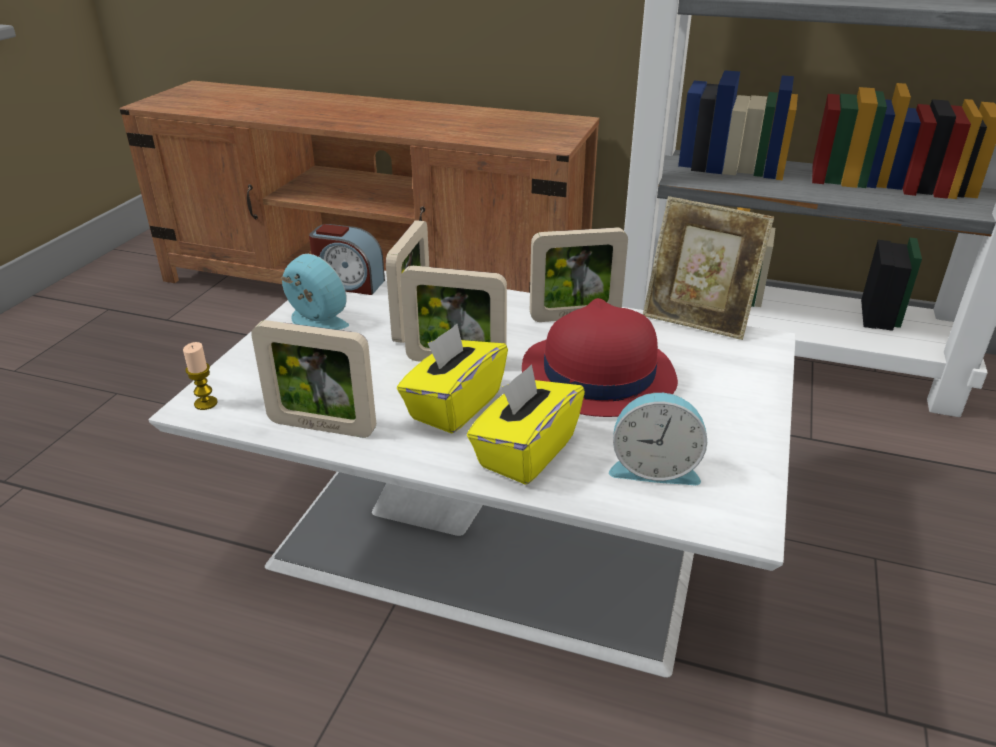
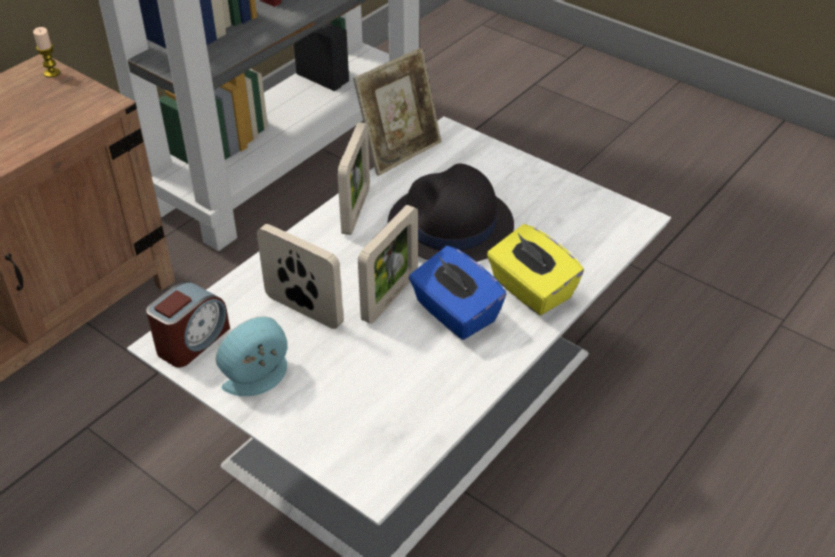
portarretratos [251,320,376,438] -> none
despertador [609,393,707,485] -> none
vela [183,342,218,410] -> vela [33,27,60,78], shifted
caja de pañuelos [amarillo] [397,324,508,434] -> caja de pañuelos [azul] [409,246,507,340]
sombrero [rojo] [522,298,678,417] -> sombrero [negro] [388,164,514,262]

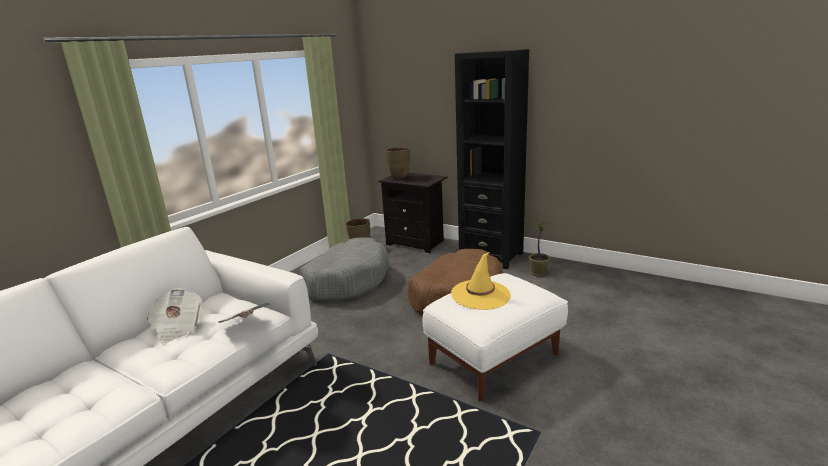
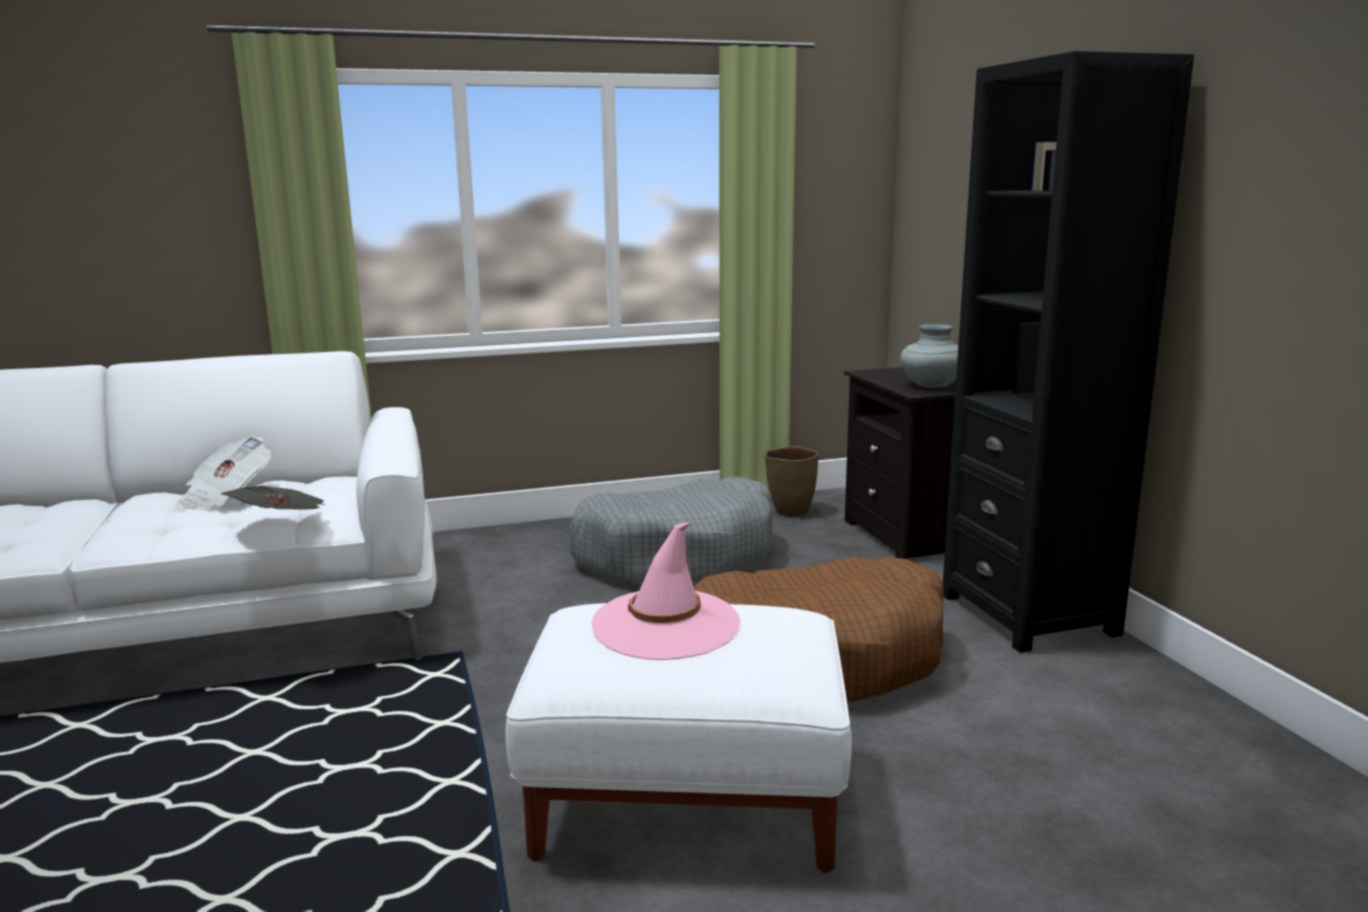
florero [marrón] [385,147,410,179] -> none
planta en maceta [524,216,560,277] -> none
none -> florero [gris] [900,324,958,388]
sombrero [amarillo] [451,252,511,310] -> sombrero [rosa] [591,522,740,660]

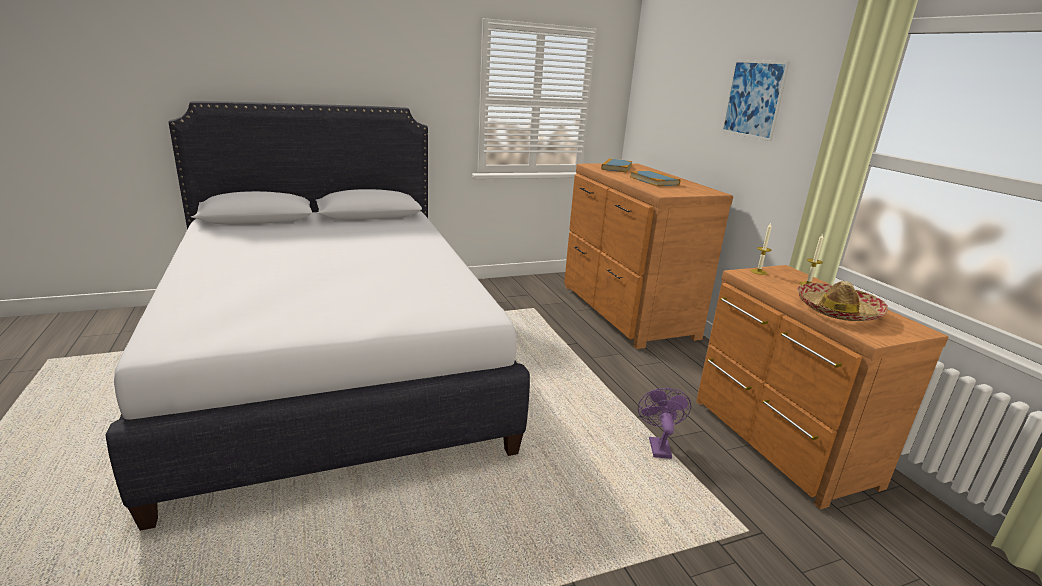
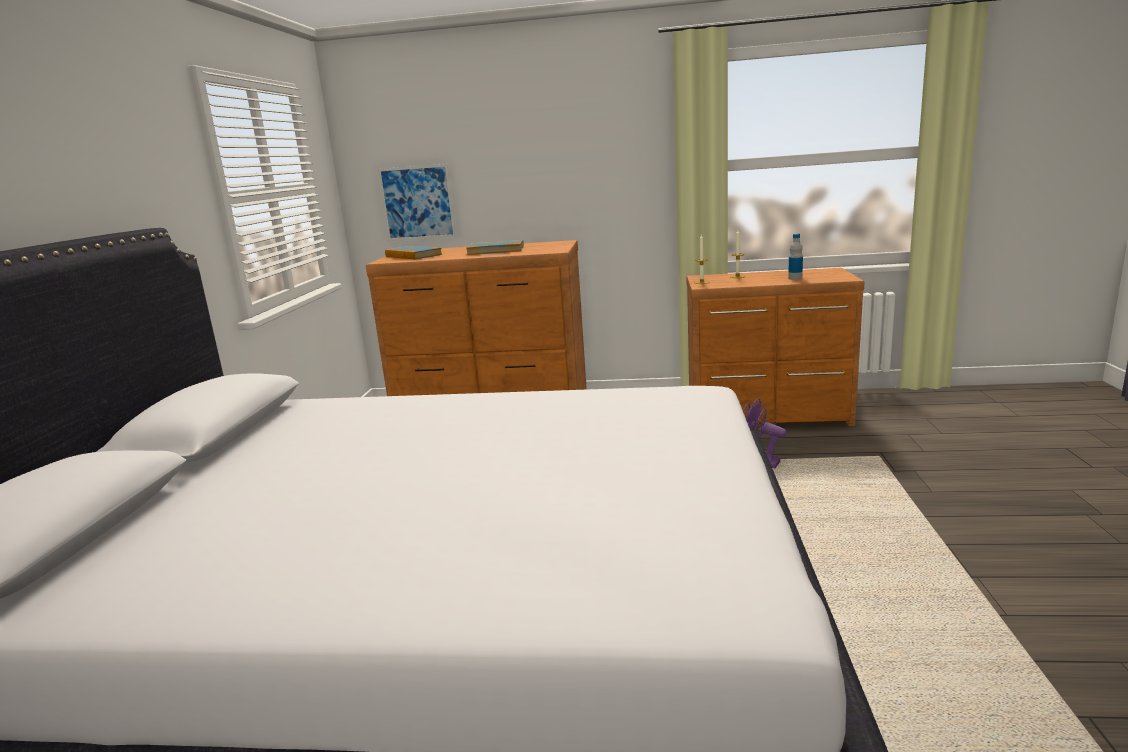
cuadro [721,60,790,141] -> cuadro [378,164,456,241], shifted
sombrero [797,281,888,321] -> botella [788,234,803,280]

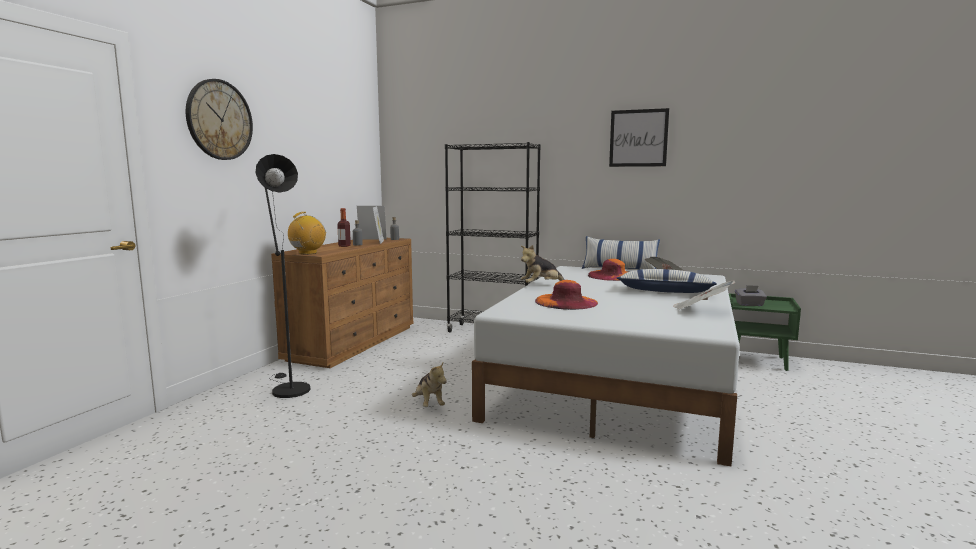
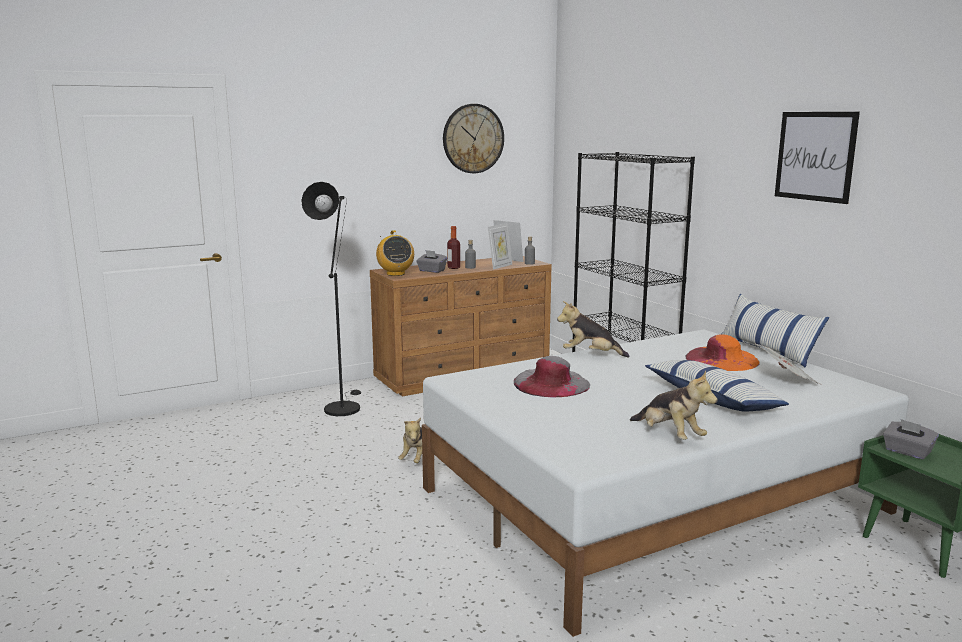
none -> caja de pañuelos [gris] [416,250,447,273]
reloj de pared [186,79,253,160] -> reloj de pared [443,104,504,173], shifted
periódico [673,281,735,309] -> peluche [630,370,717,440]
sombrero [naranja] [535,280,598,310] -> sombrero [gris] [514,356,590,397]
radio [288,212,326,254] -> radio [376,230,414,276], 90 degrees clockwise

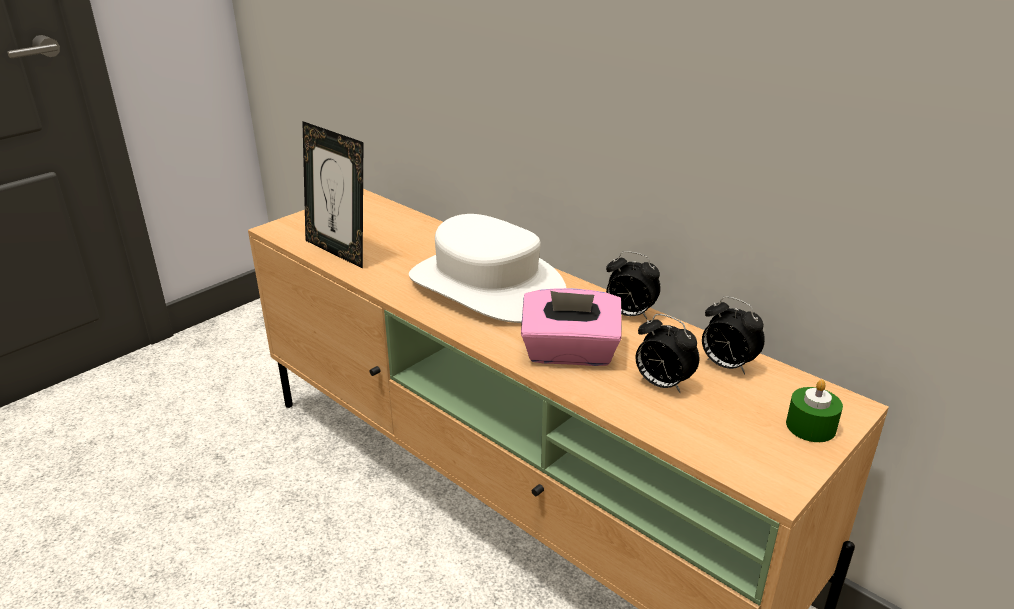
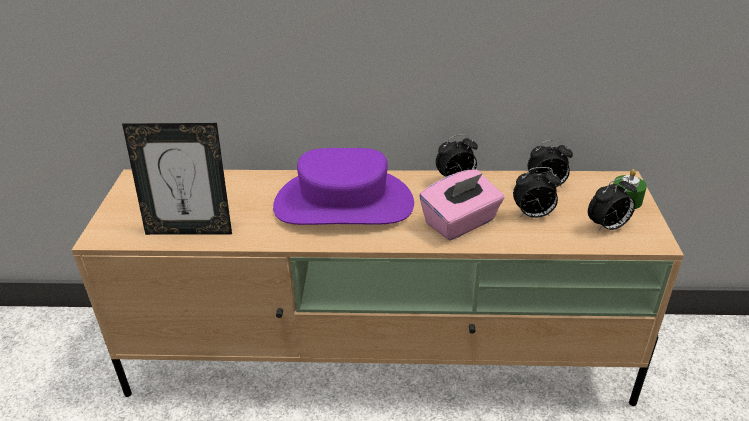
none -> despertador [588,177,637,232]
sombrero [blanco] [409,214,566,323] -> sombrero [morado] [273,148,414,225]

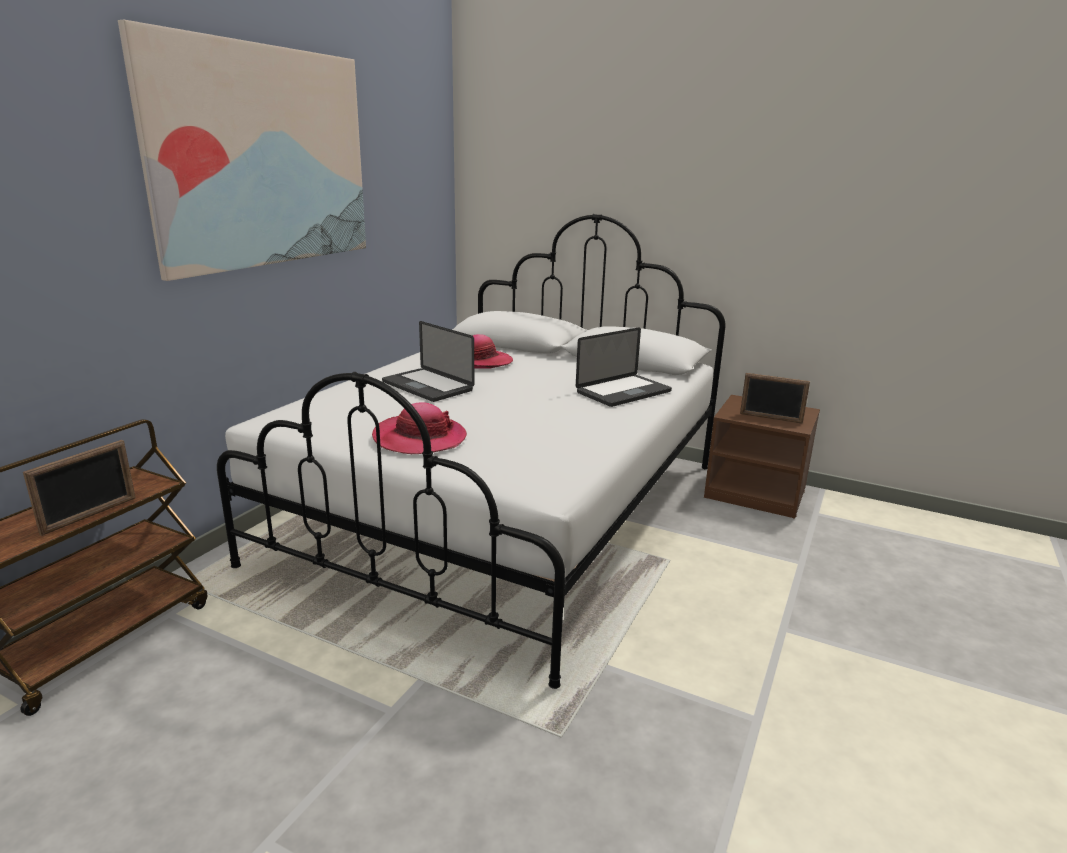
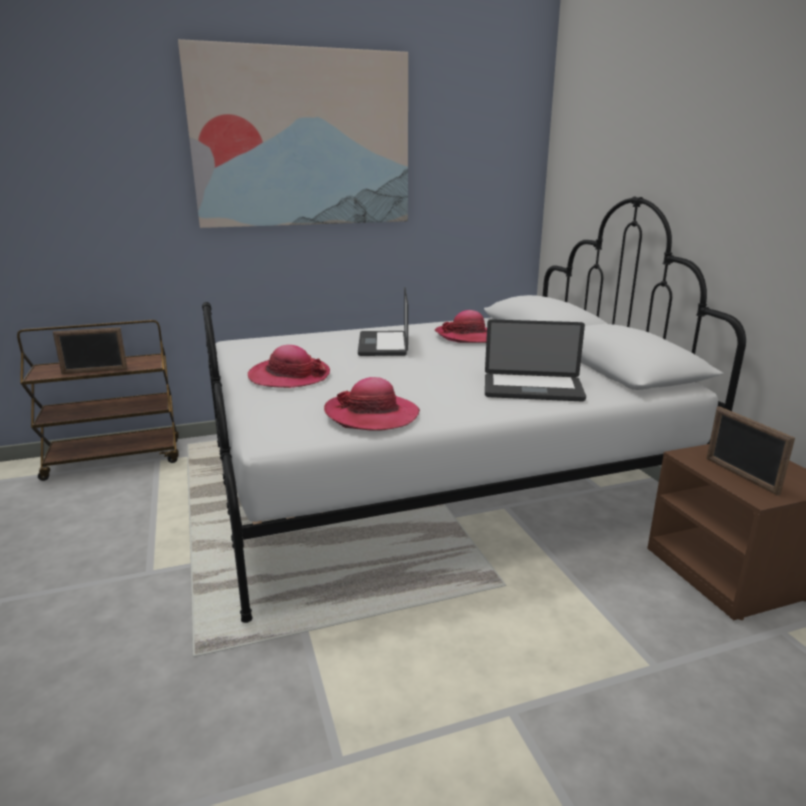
none -> sombrero [324,377,420,431]

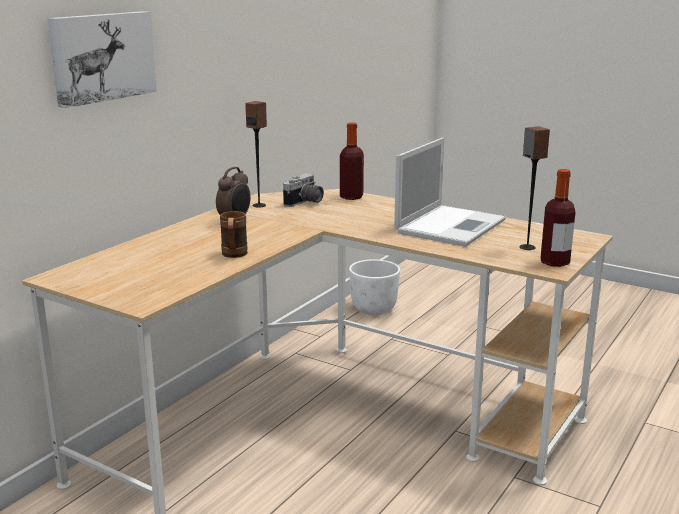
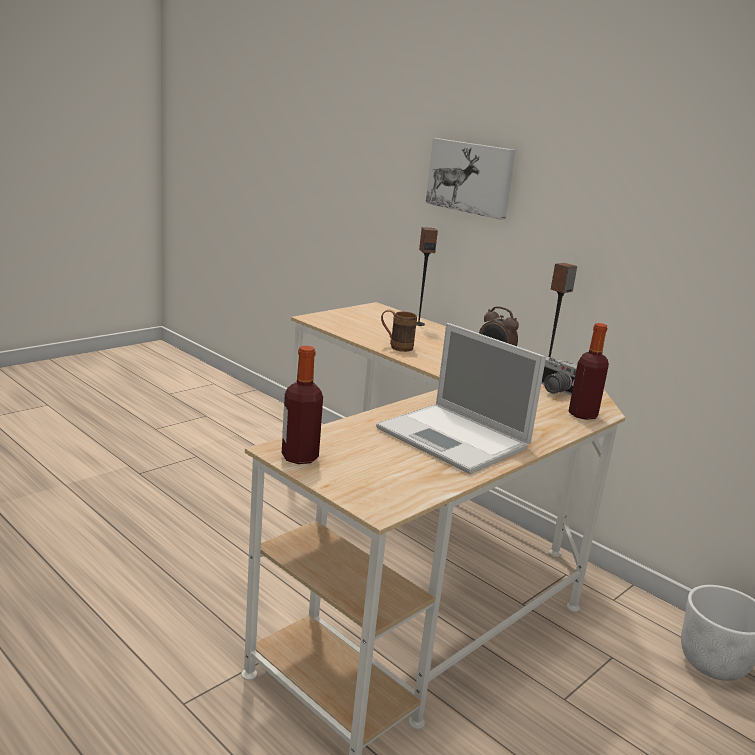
altavoz [520,126,550,250] -> altavoz [416,227,438,326], shifted

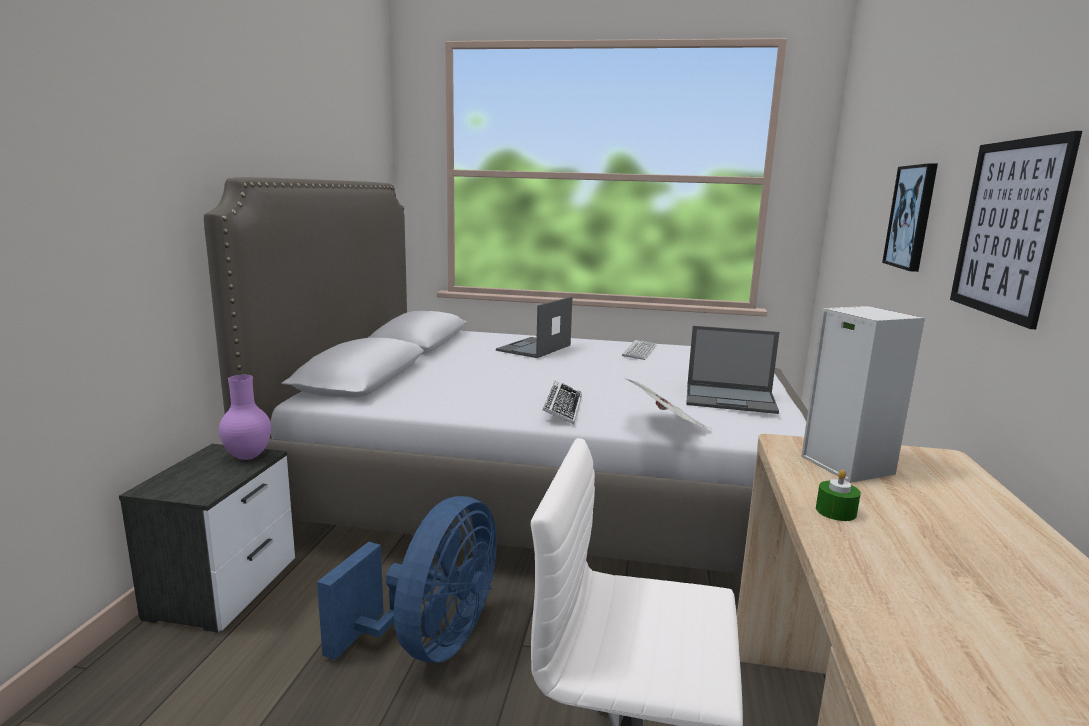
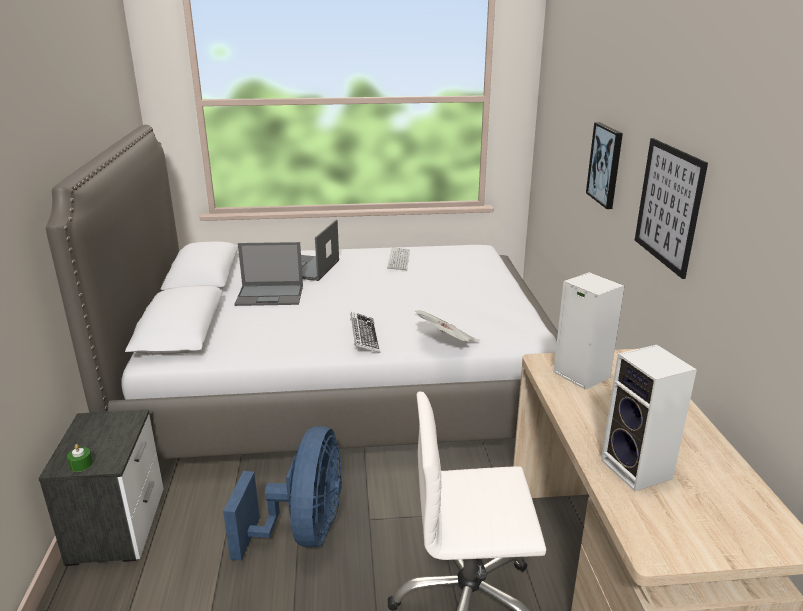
florero [morado] [219,375,271,460] -> none
none -> altavoz [601,345,697,491]
portátil [686,326,779,414] -> portátil [235,242,303,306], shifted
vela [verde] [816,470,861,521] -> vela [verde] [67,444,93,472], shifted

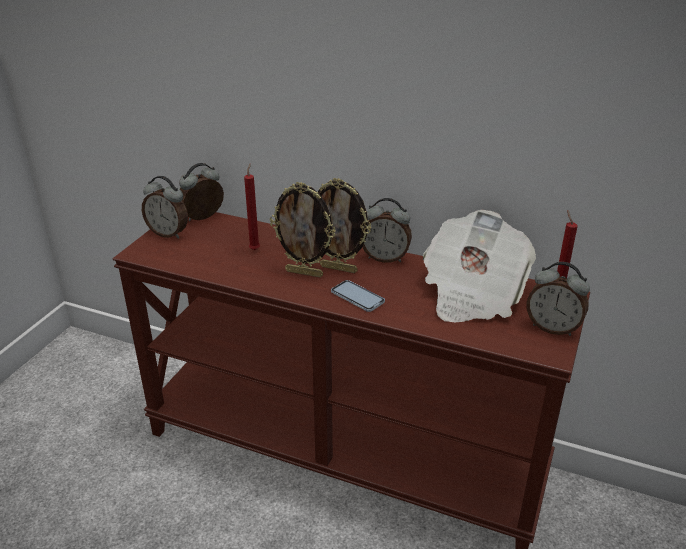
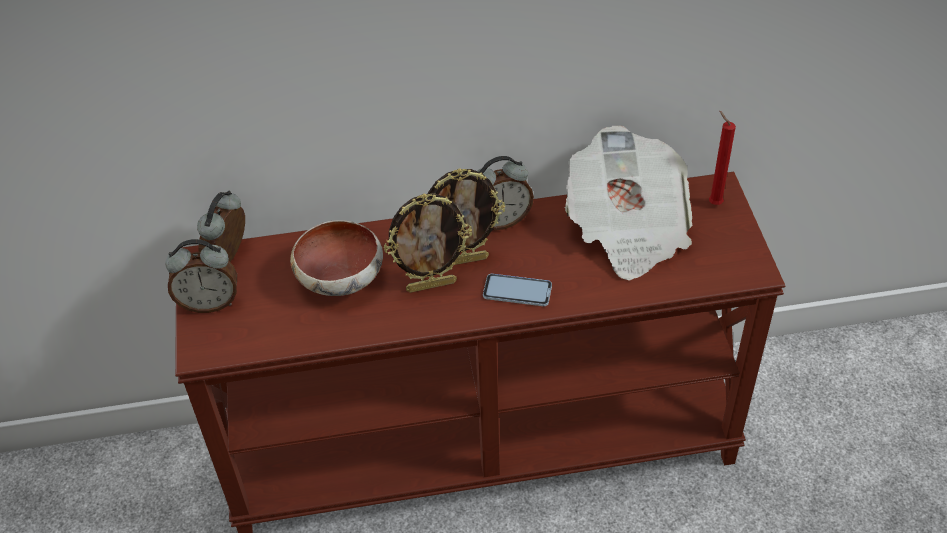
despertador [527,262,590,336] -> none
vela [rojo] [244,164,260,250] -> cuenco [290,220,383,296]

